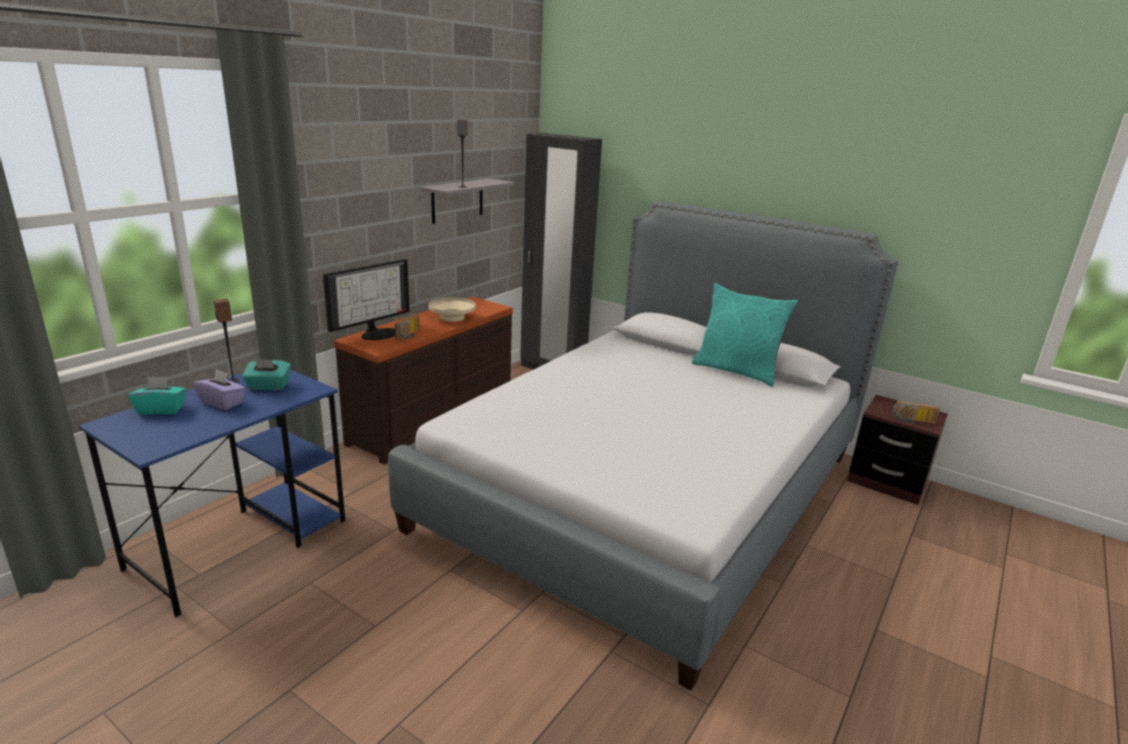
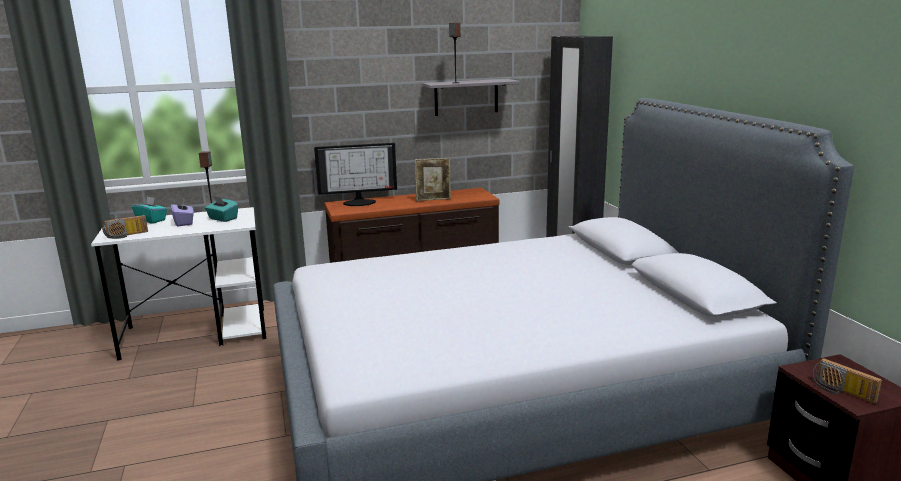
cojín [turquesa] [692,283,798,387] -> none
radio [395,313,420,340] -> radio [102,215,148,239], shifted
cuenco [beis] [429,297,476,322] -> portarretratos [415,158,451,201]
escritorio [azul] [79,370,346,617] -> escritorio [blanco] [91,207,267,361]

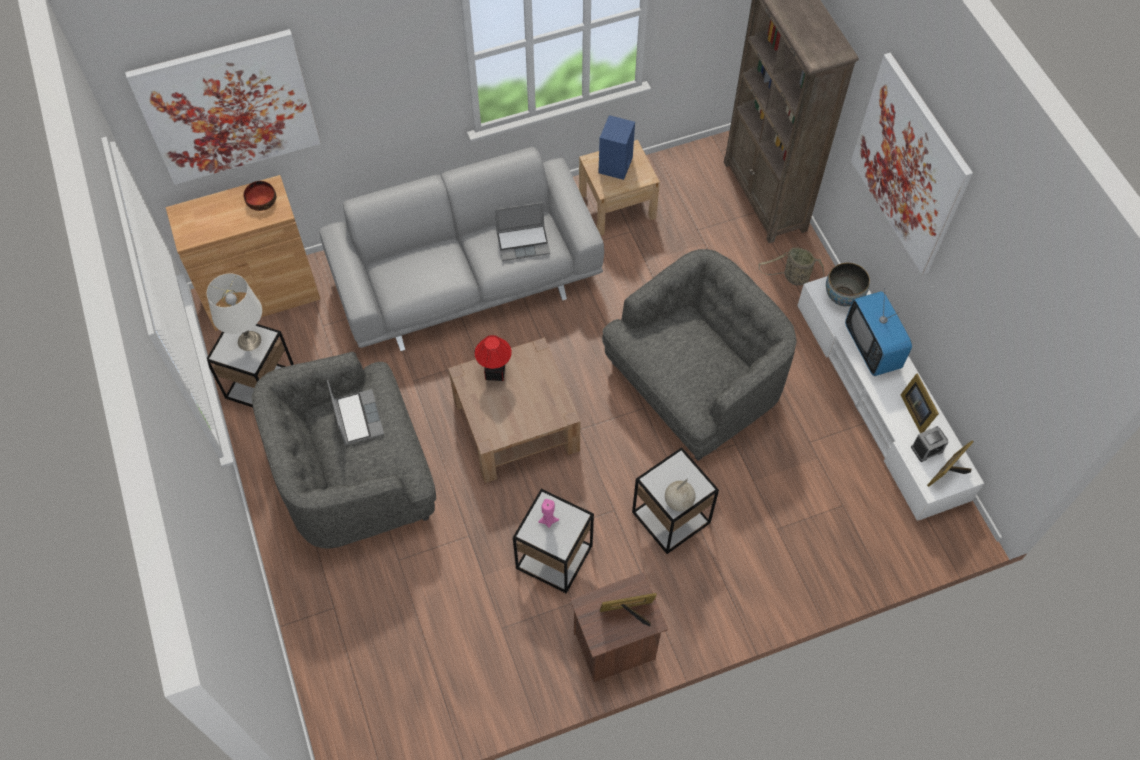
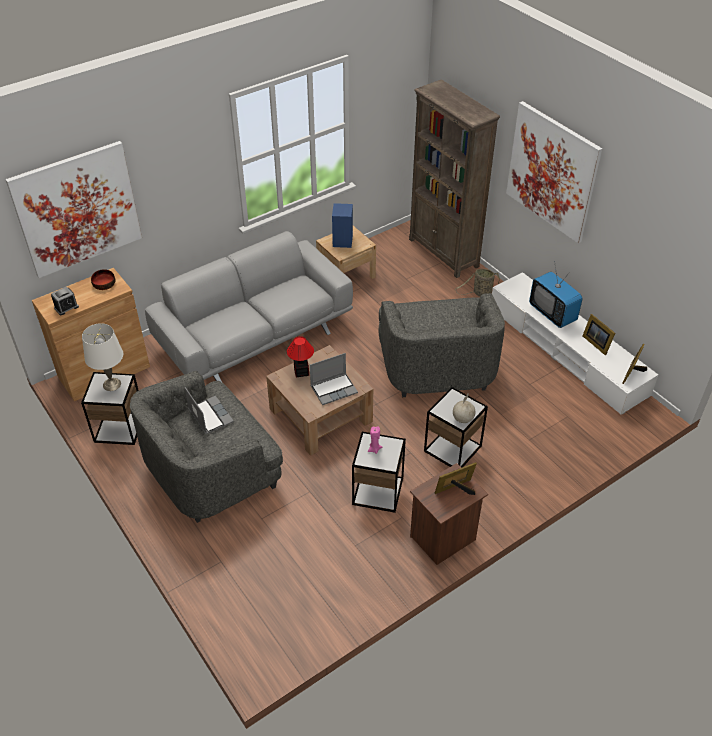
cuenco [826,263,870,306] -> none
portátil [495,202,550,261] -> portátil [310,353,358,405], shifted
despertador [911,426,948,462] -> despertador [51,286,79,315], shifted
sillón [gris] [602,249,797,461] -> sillón [gris] [378,293,505,397], 135 degrees clockwise

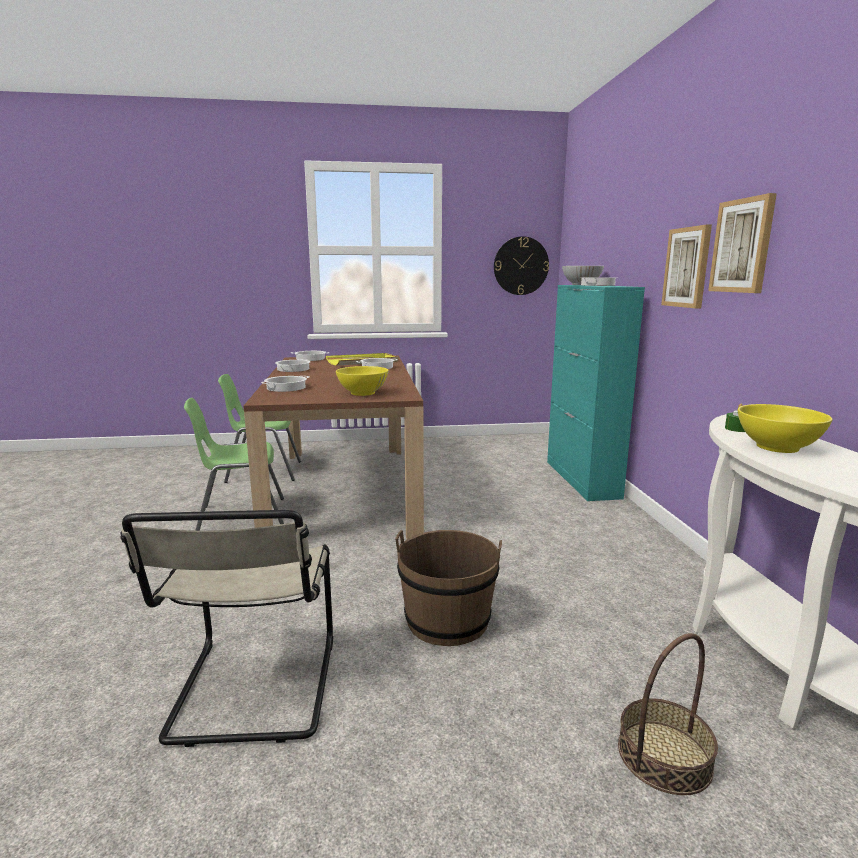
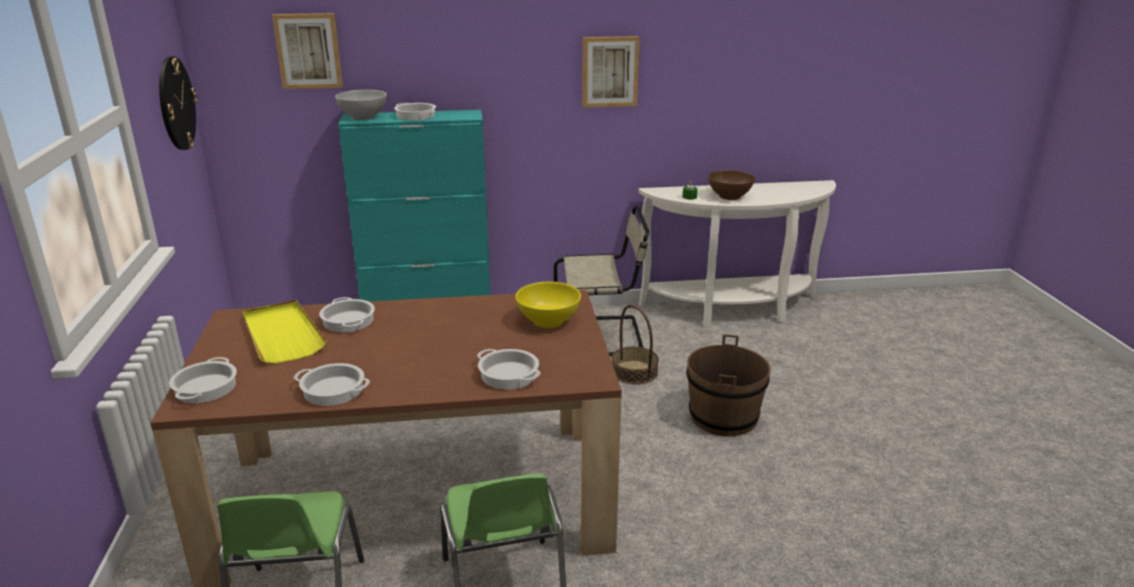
silla [beis] [121,510,333,747] -> silla [beis] [554,206,649,356], shifted
cesta [618,633,718,795] -> cesta [611,305,659,384], shifted
cuadro [661,225,712,308] -> cuadro [272,13,343,89], shifted
cuenco [amarillo] [738,404,833,453] -> cuenco [marrón] [708,170,755,200]

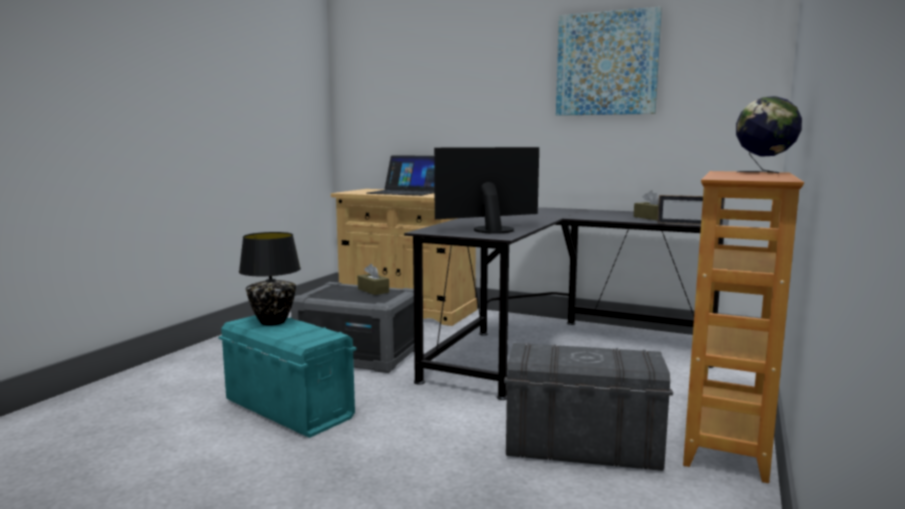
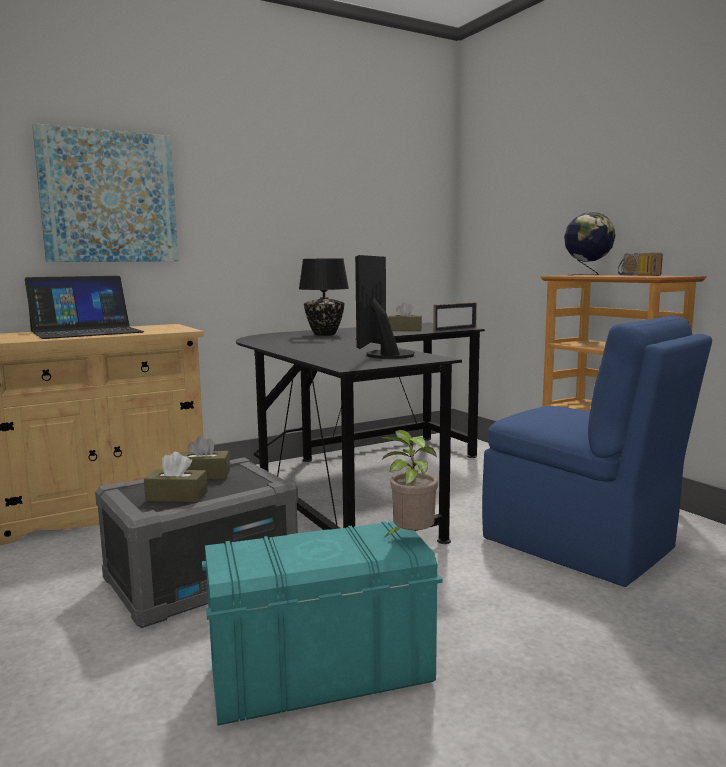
none -> caja de pañuelos [marrón] [144,452,208,502]
none -> planta en maceta [380,430,438,537]
none -> radio [618,253,663,276]
lámpara de mesa [negro] [239,232,301,326] -> lámpara de mesa [negro] [299,258,349,336], shifted
cuadro [556,7,662,116] -> cuadro [32,123,178,262], shifted
caja de almacenaje [gris] [504,343,673,471] -> silla [azul] [482,316,712,587]

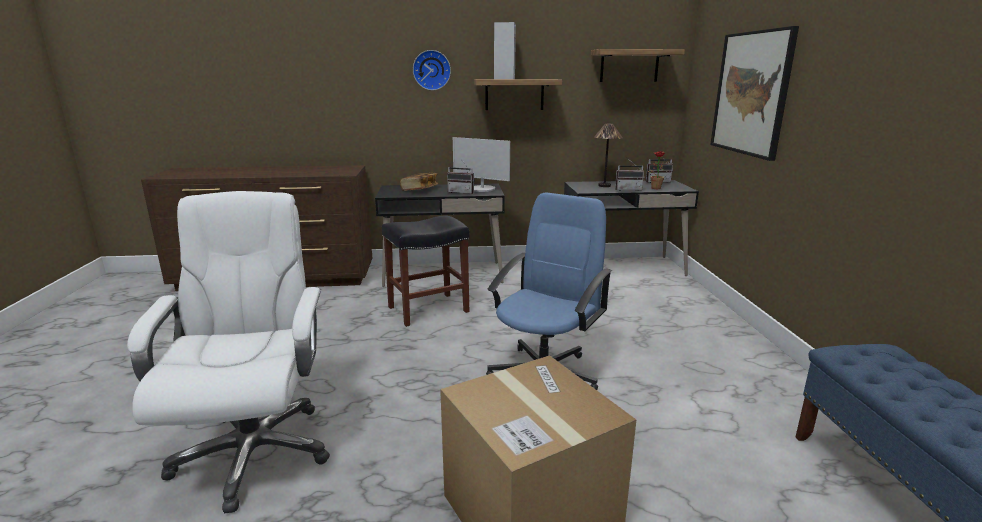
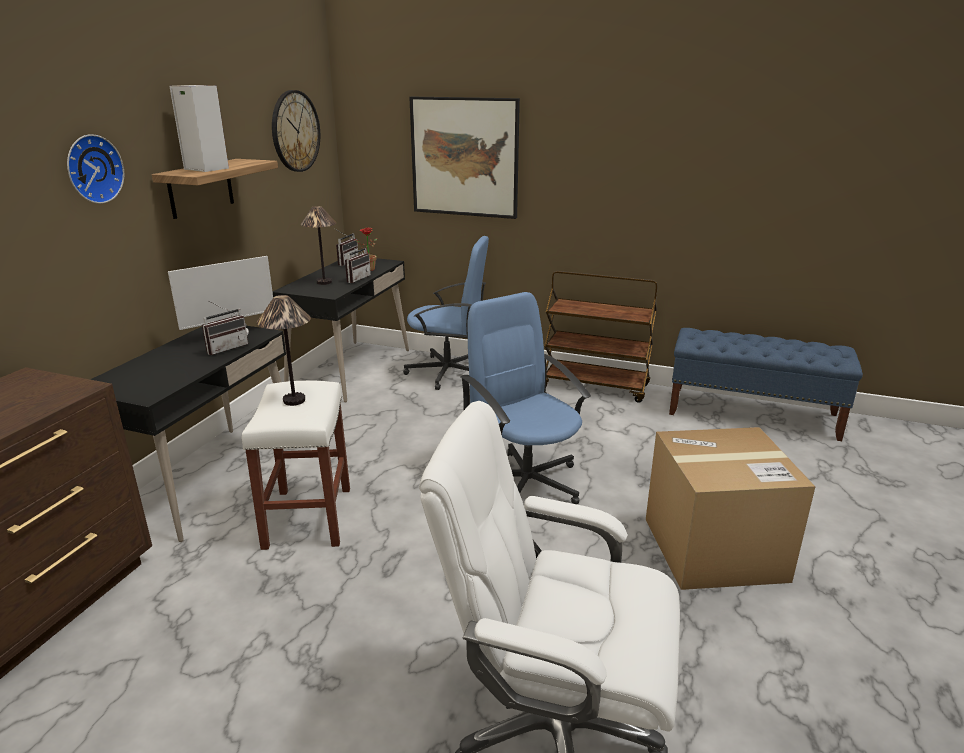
libro [400,173,438,191] -> none
none -> lámpara de mesa [257,295,311,406]
none -> silla de oficina [azul] [403,236,489,390]
none -> carrito [marrón] [544,271,658,403]
estante [591,49,685,82] -> reloj de pared [272,90,320,172]
taburete [negro] [382,215,469,327] -> taburete [blanco] [242,381,350,550]

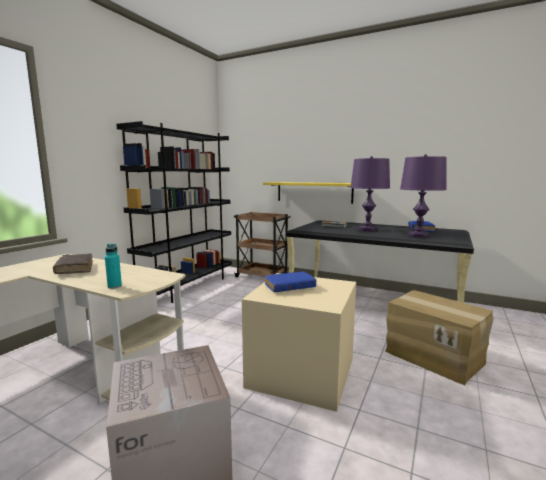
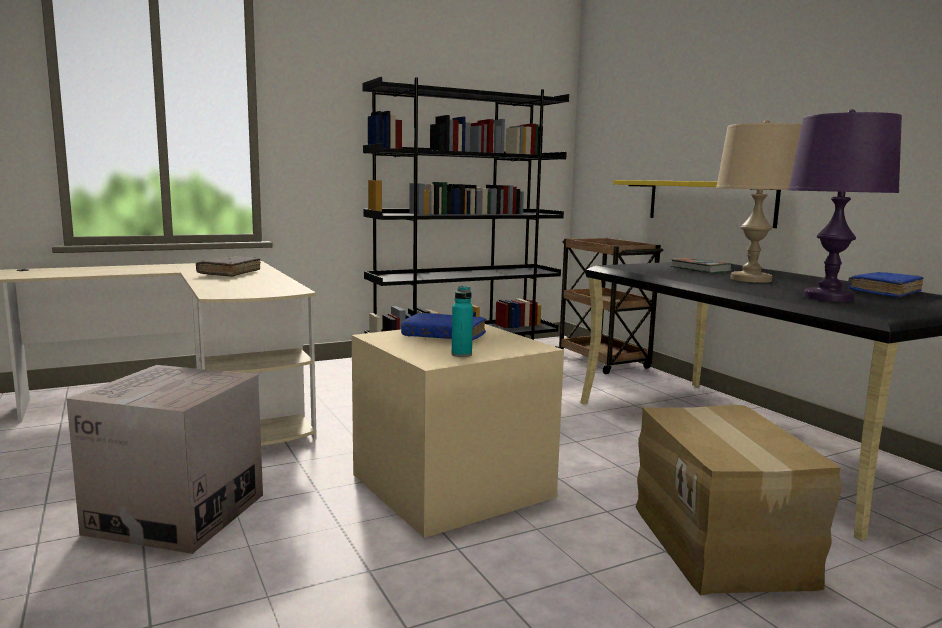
botella [turquesa] [105,244,122,289] -> botella [turquesa] [452,286,473,357], shifted
lámpara de mesa [morado] [350,156,390,231] -> lámpara de mesa [beis] [716,120,802,283]

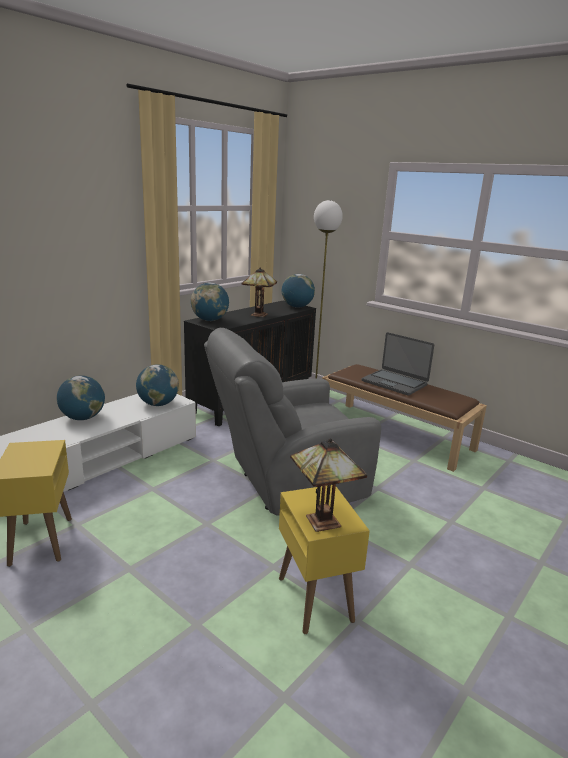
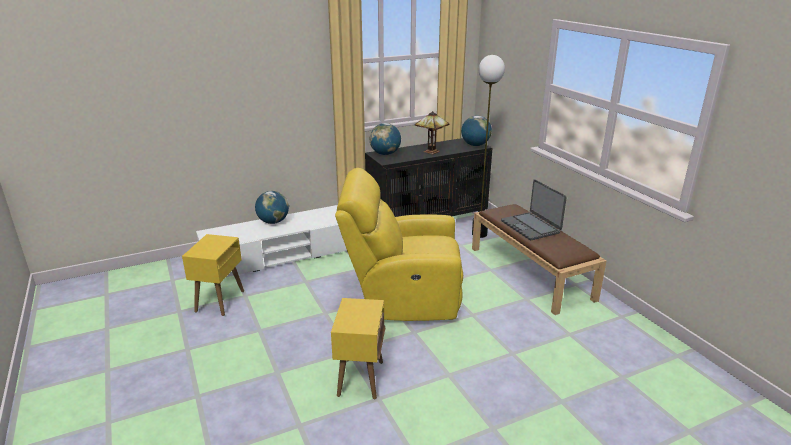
globo terráqueo [136,364,179,406] -> none
lámpara de mesa [290,438,367,532] -> none
sillón [gris] [204,328,381,516] -> sillón [amarillo] [335,168,463,321]

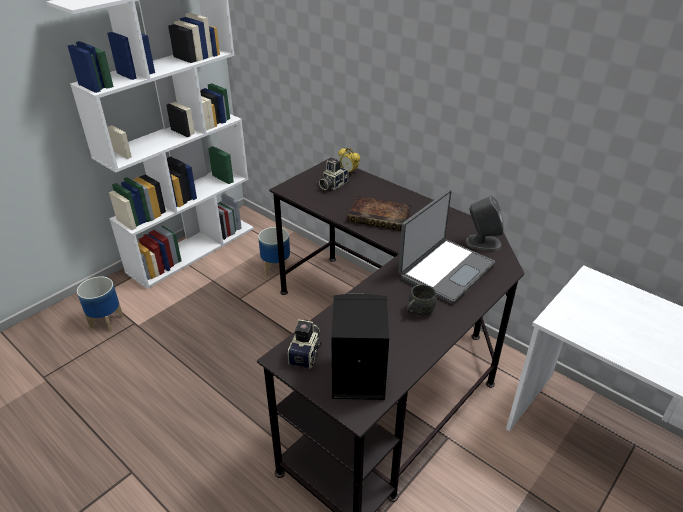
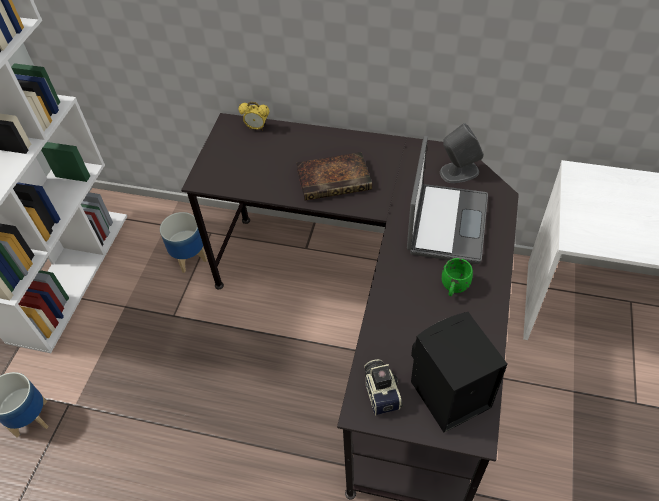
cámara [319,159,348,190] -> none
taza grande [gris] [407,284,437,316] -> taza grande [verde] [442,258,473,296]

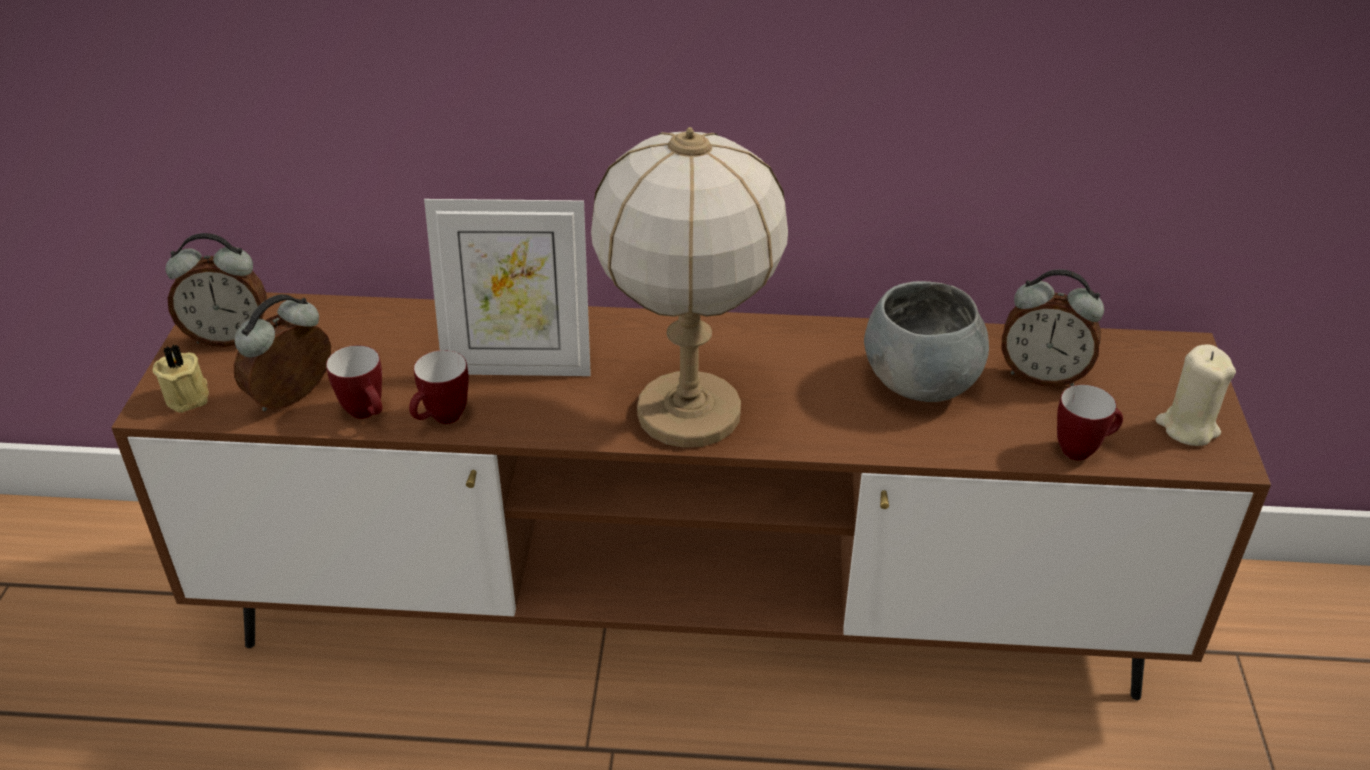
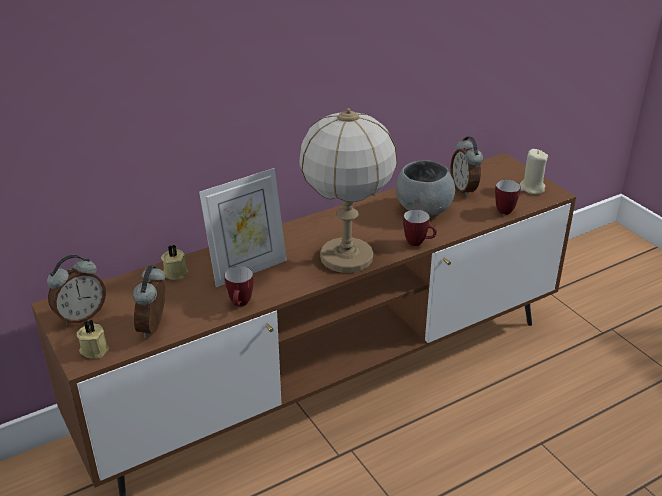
none -> vela [beis] [161,245,188,280]
taza grande [326,345,382,419] -> taza grande [403,209,437,246], shifted
despertador [1002,269,1104,387] -> despertador [450,137,483,197], 90 degrees clockwise

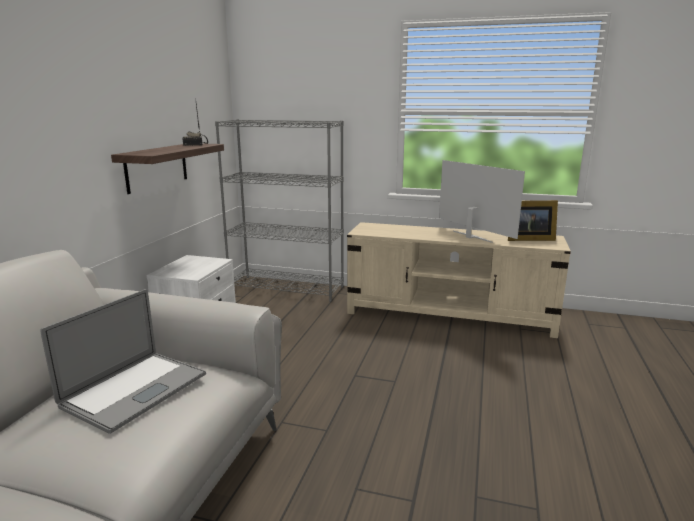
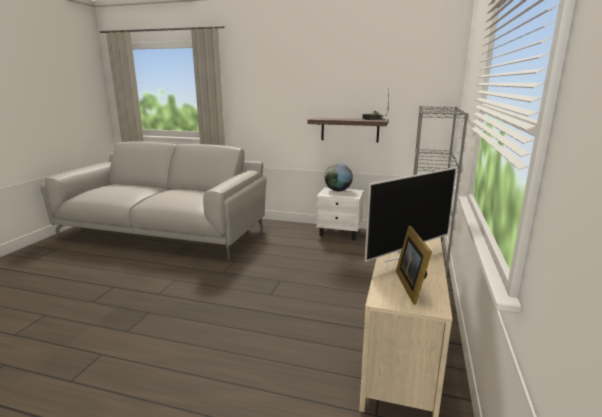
portátil [40,289,206,434] -> none
none -> globo terráqueo [325,163,353,191]

